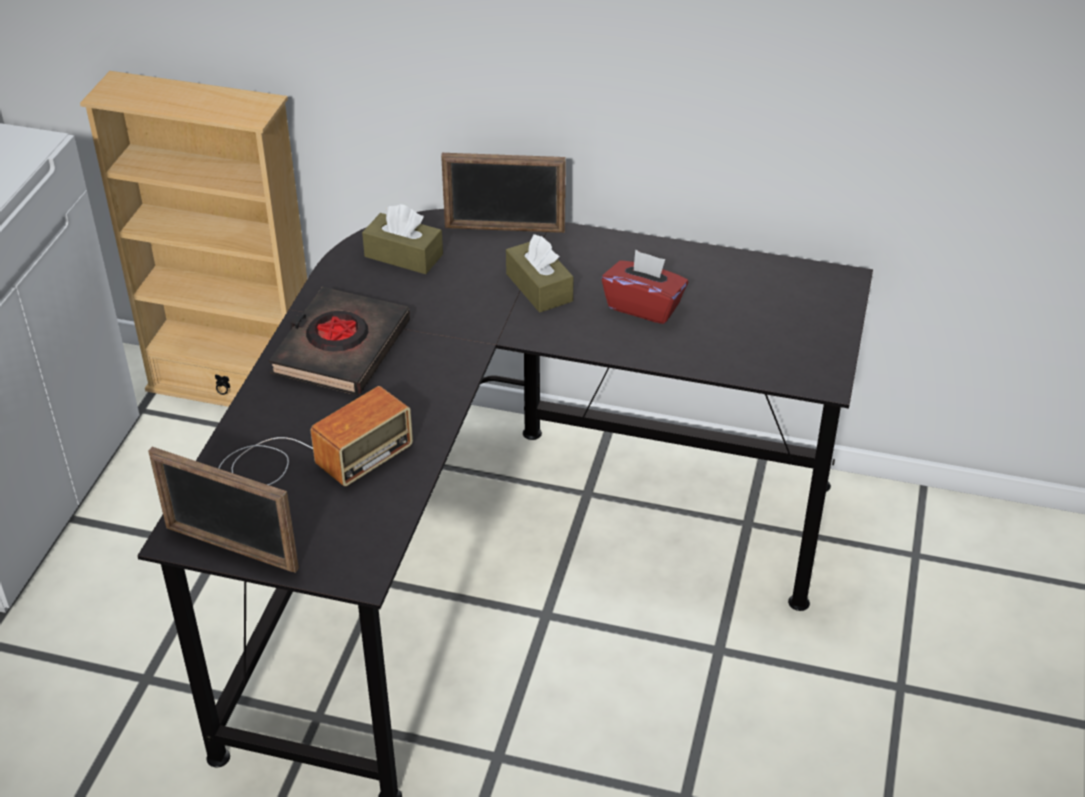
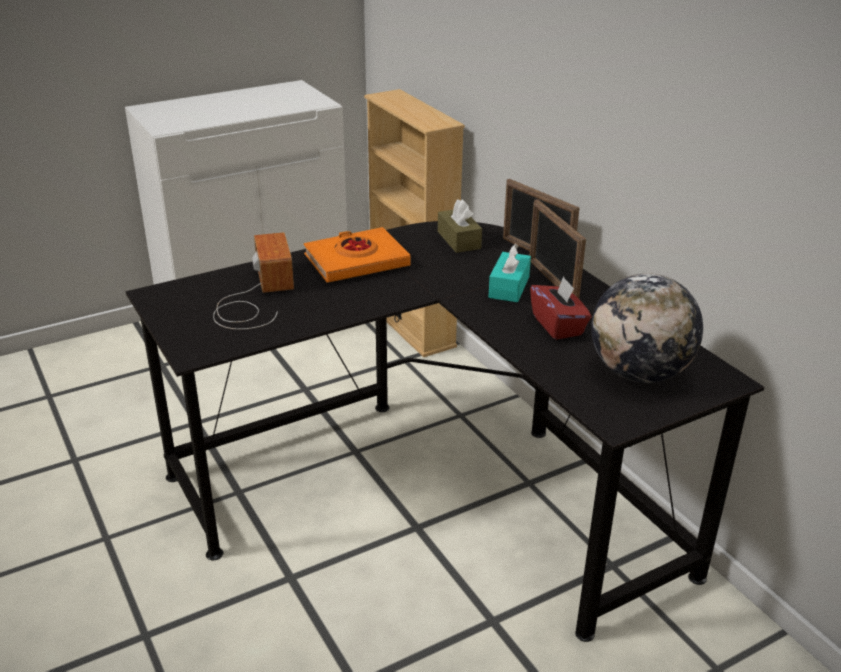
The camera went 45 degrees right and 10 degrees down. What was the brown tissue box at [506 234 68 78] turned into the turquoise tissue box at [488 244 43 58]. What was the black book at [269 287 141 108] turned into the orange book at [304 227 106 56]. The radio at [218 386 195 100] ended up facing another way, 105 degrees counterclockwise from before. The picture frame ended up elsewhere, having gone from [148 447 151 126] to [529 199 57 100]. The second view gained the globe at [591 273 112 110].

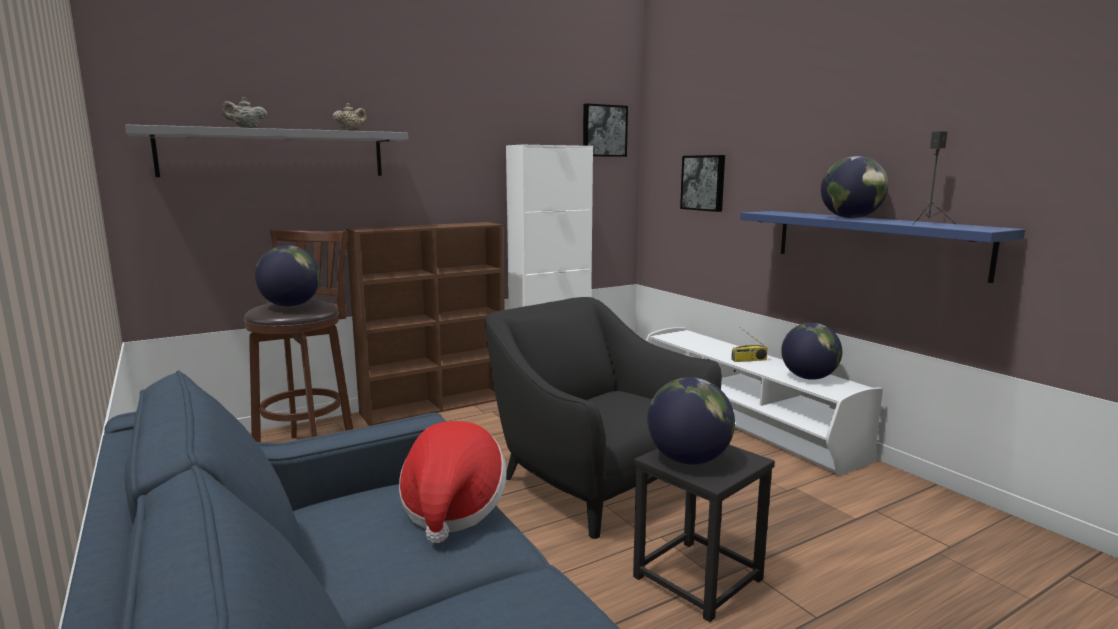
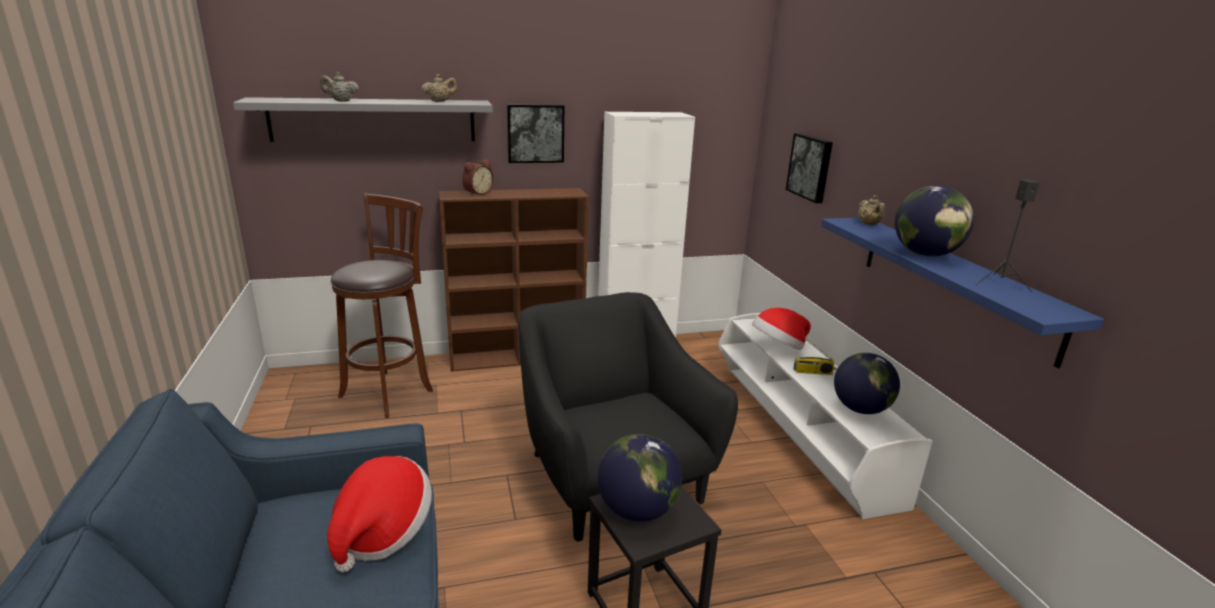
The camera went 15 degrees right and 10 degrees up. The picture ended up elsewhere, having gone from [583 103 45 54] to [507 104 57 59]. The second view lost the globe at [255 245 66 62]. The second view gained the alarm clock at [462 159 32 37]. The second view gained the beige teapot at [858 195 27 30]. The second view gained the hat at [752 308 59 42].

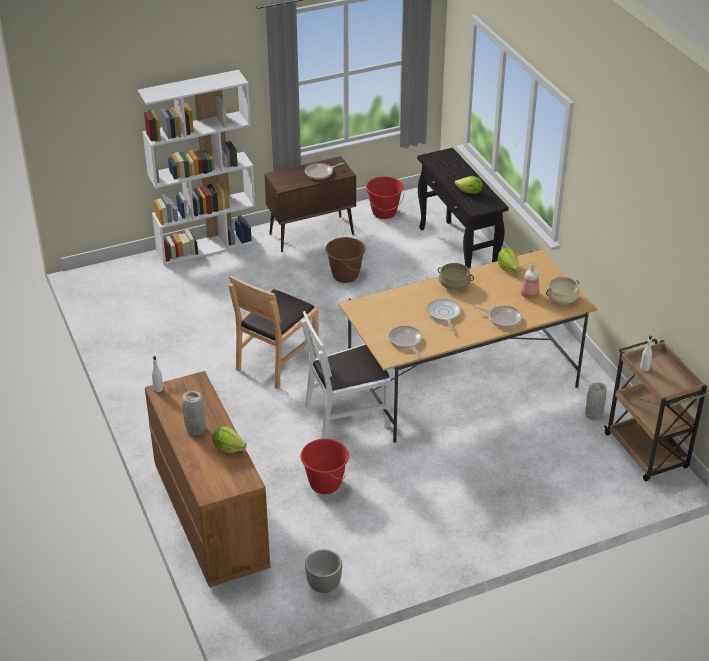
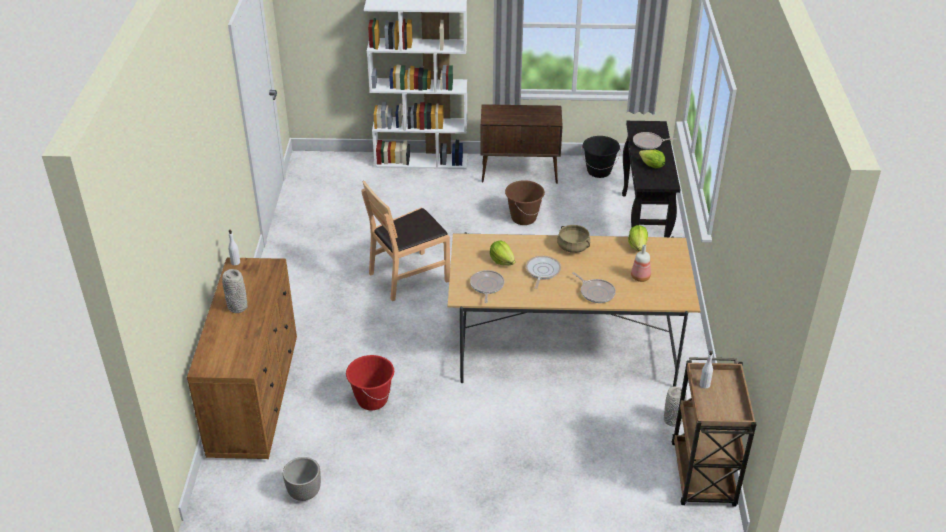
The camera went 25 degrees right and 0 degrees up. The frying pan ended up elsewhere, having gone from [305 162 40 18] to [633 132 44 18]. What was the red bucket at [366 176 38 43] turned into the black bucket at [582 136 39 42]. The second view lost the beige cooking pot at [546 277 34 27]. The second view lost the white chair at [301 311 90 128]. The lettuce ended up elsewhere, having gone from [213 426 34 27] to [490 240 26 26].

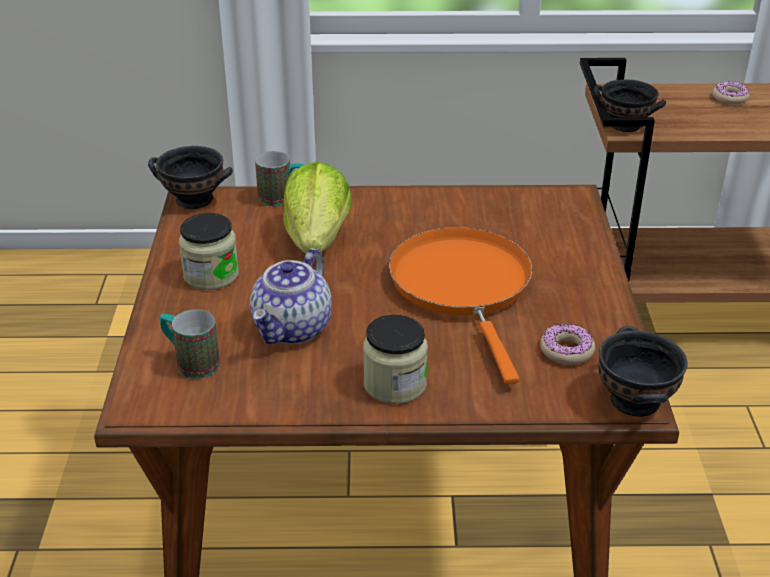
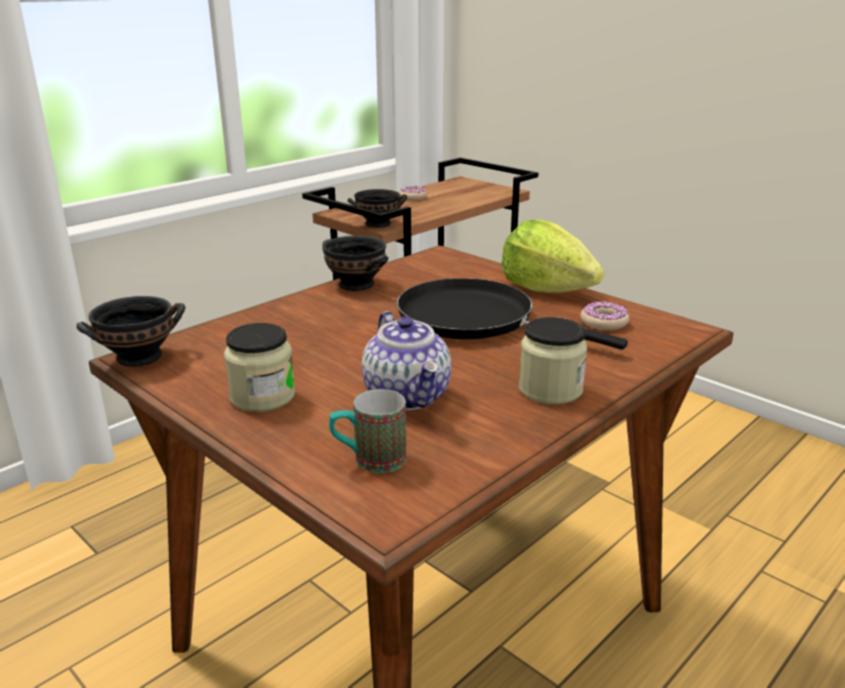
The camera went 45 degrees left and 10 degrees down. The second view lost the mug at [255 151 50 55]. The lettuce ended up elsewhere, having gone from [283 161 69 93] to [501 220 103 73]. What was the orange frying pan at [389 227 144 157] turned into the black frying pan at [397 278 231 72]. The black bowl ended up elsewhere, having gone from [598 326 90 91] to [322 236 66 55].

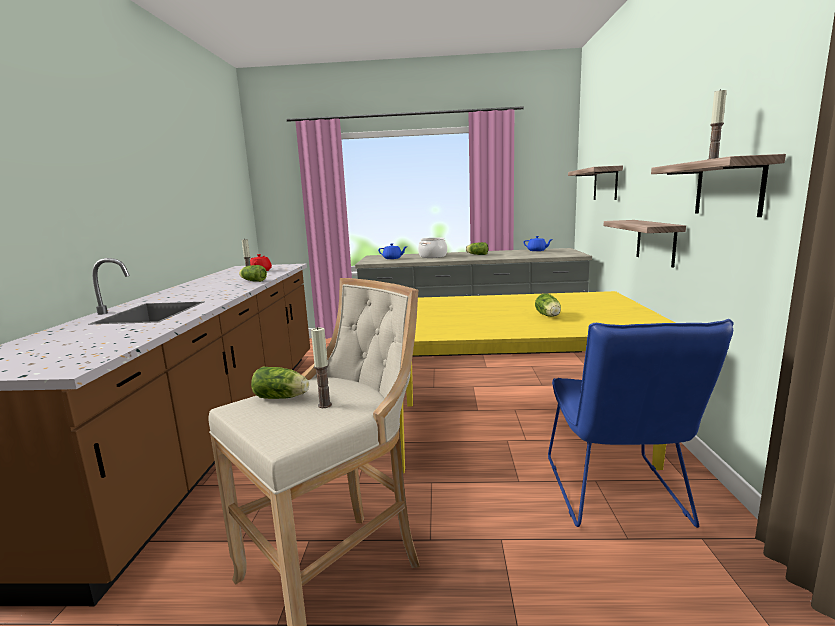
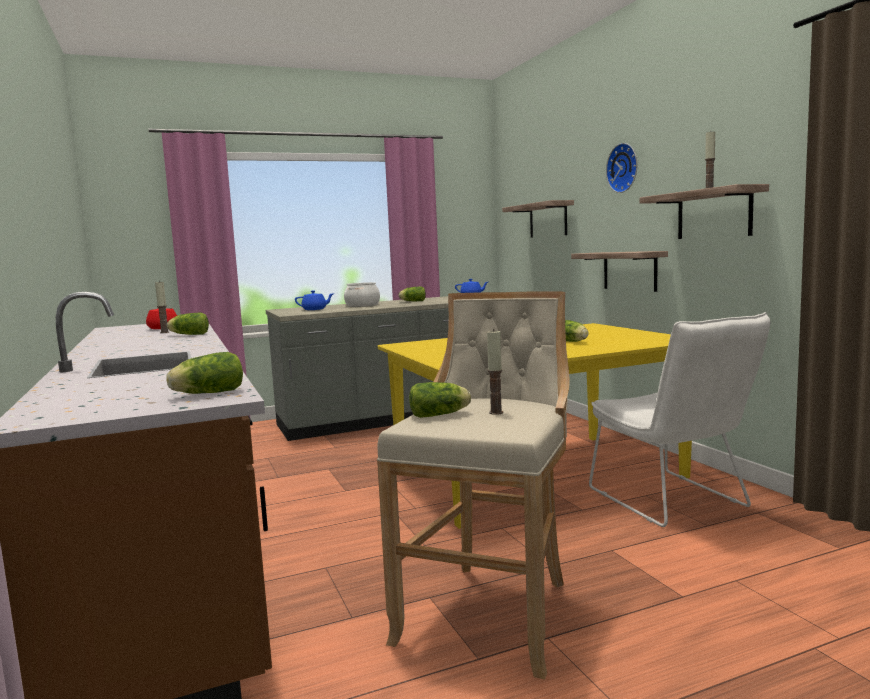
The camera went 25 degrees left and 5 degrees down. What was the blue chair at [548 319 186 209] turned into the white chair at [589 312 182 215]. The second view gained the wall clock at [606 143 31 50]. The second view gained the lettuce at [166 352 77 42].

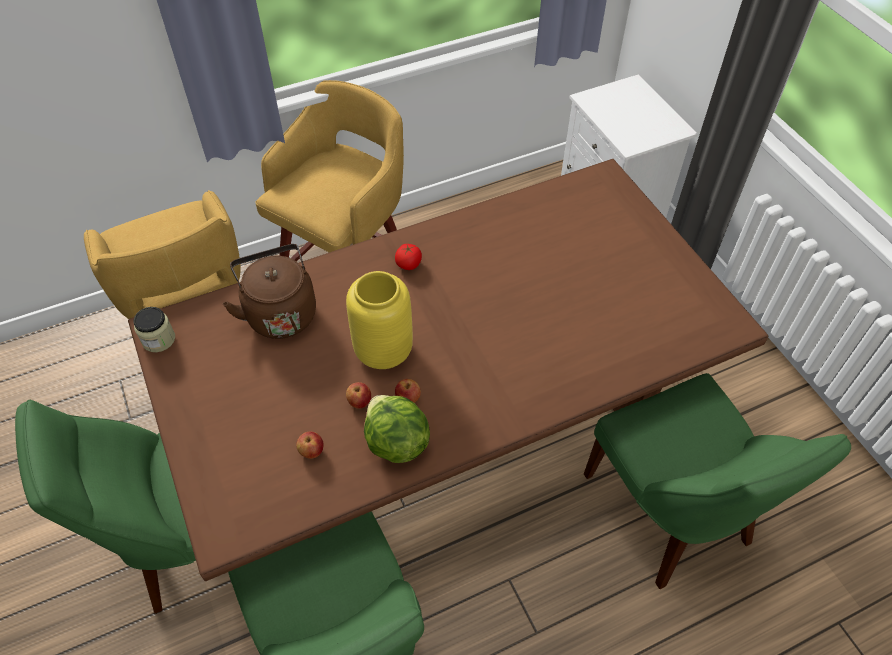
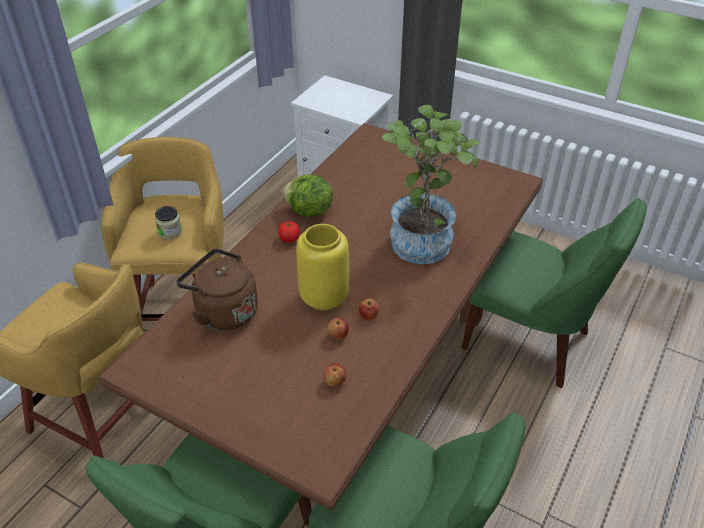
The camera went 35 degrees left and 10 degrees down. The jar ended up elsewhere, having gone from [133 307 42 45] to [155 206 27 34]. The lettuce ended up elsewhere, having gone from [364 395 66 68] to [282 174 51 43]. The second view gained the potted plant at [382 105 99 159].

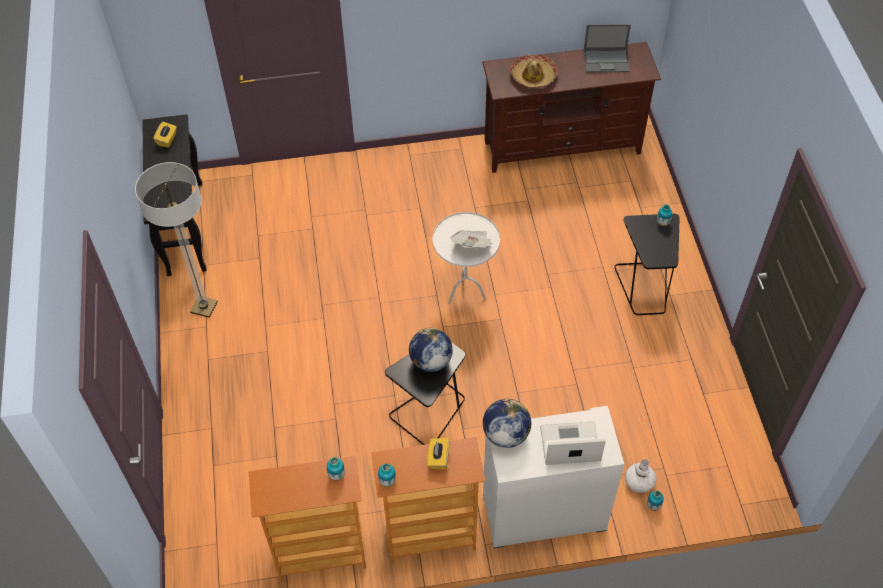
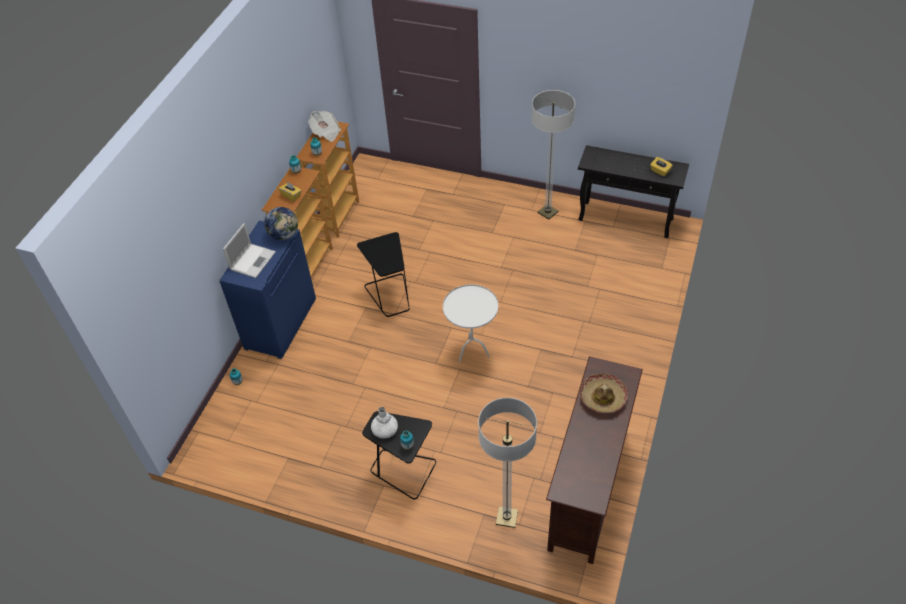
The camera went 120 degrees right and 5 degrees down. The second view lost the laptop at [584 24 47 48]. The newspaper ended up elsewhere, having gone from [450 230 42 18] to [308 111 33 31]. The second view lost the globe at [409 328 44 44]. What was the white cabinet at [483 406 141 142] turned into the blue cabinet at [219 221 97 138]. The white vase ended up elsewhere, having gone from [625 459 31 34] to [371 407 27 32]. The second view gained the floor lamp at [478 397 59 131].

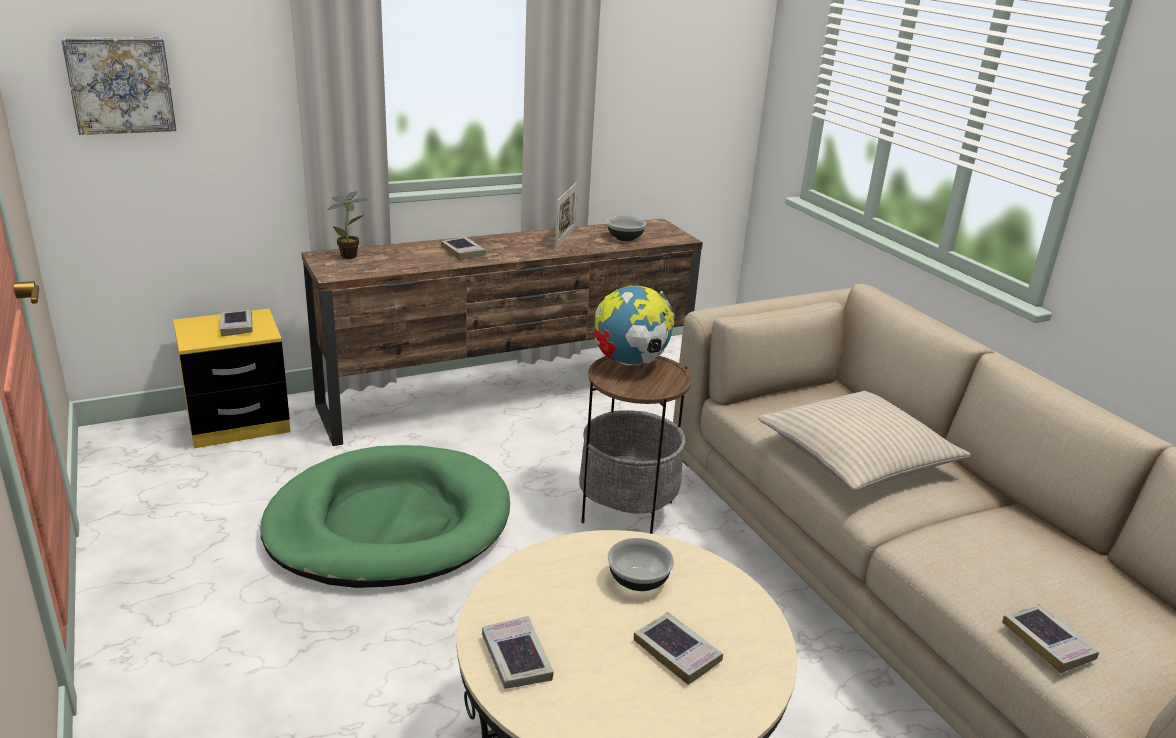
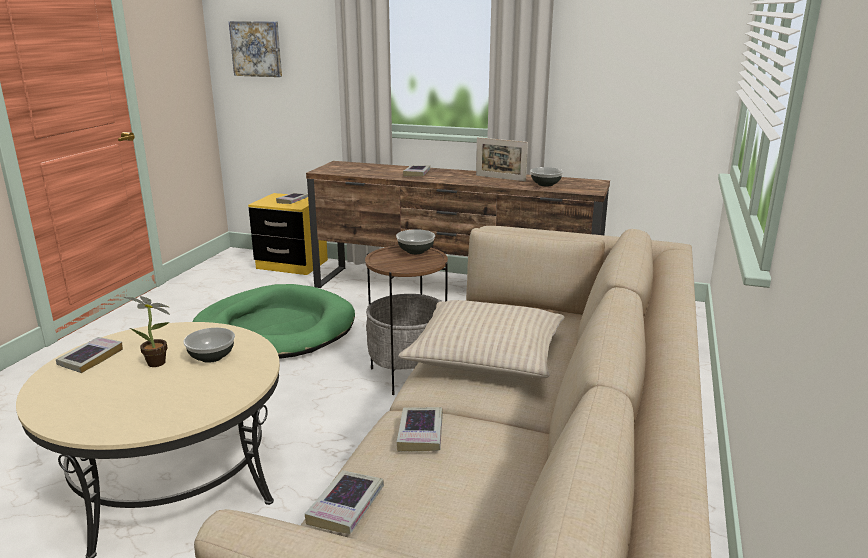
The camera went 45 degrees right and 5 degrees down. The picture frame at [555 183 22 66] ended up facing another way, 60 degrees clockwise from before. The potted plant ended up elsewhere, having gone from [327 191 41 68] to [123 296 47 71]. Where the globe stood at [594 285 82 80], the bowl came to stand at [396 229 39 25]. The book ended up elsewhere, having gone from [634 612 89 73] to [397 407 46 45].

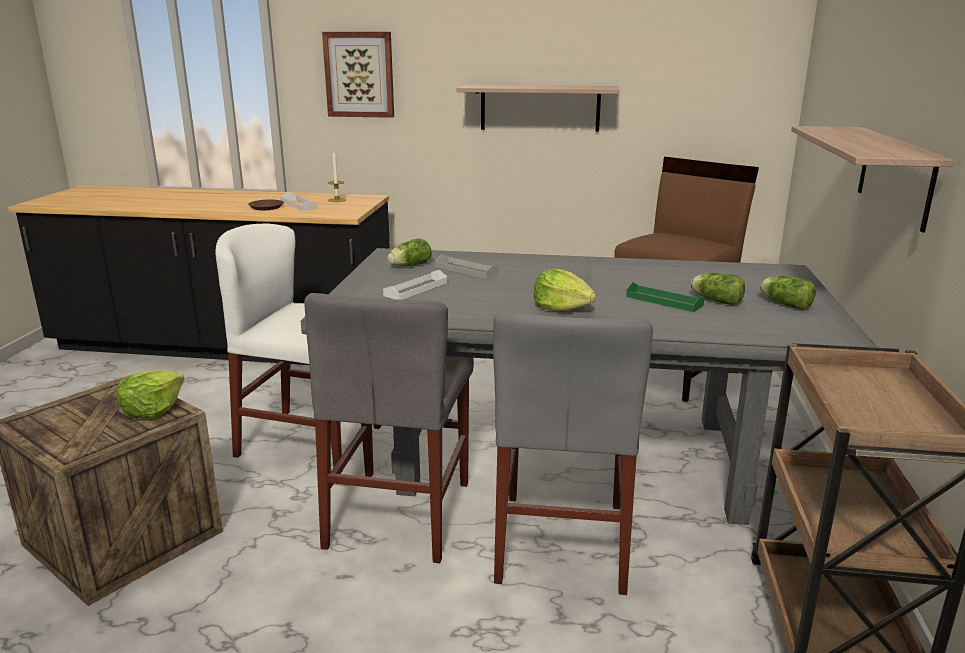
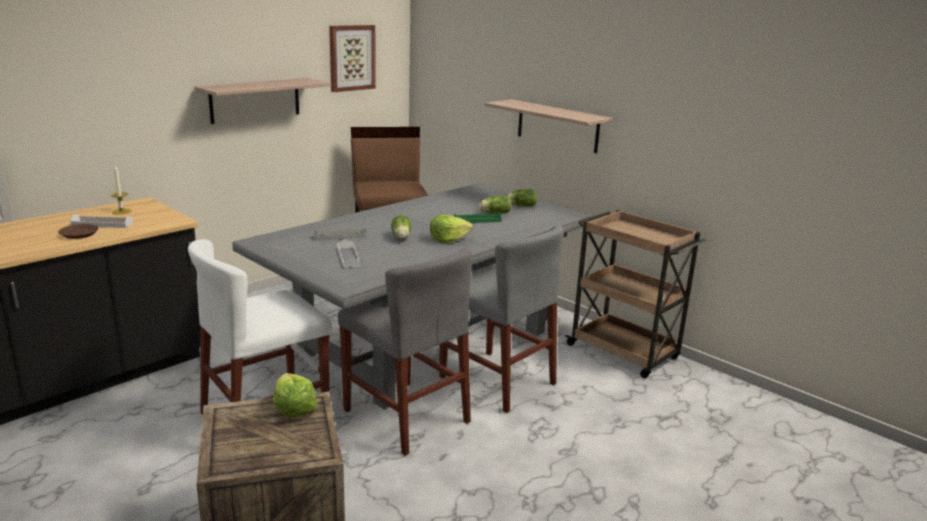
The camera went 55 degrees left and 0 degrees up. The picture ended up elsewhere, having gone from [322 32 72 86] to [329 25 47 67]. The lettuce ended up elsewhere, having gone from [387 239 44 27] to [391 215 20 24].

